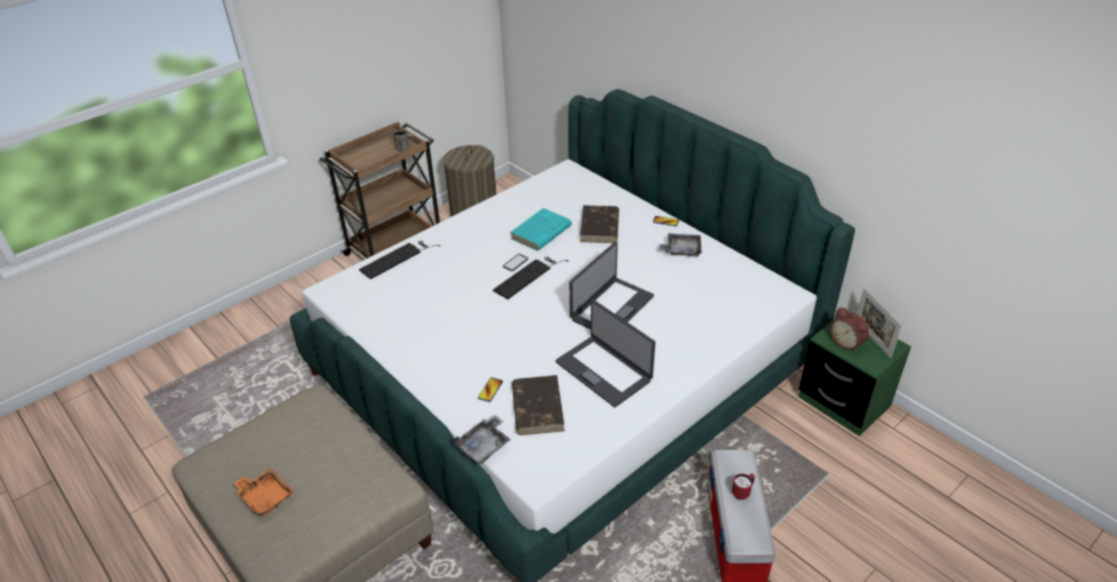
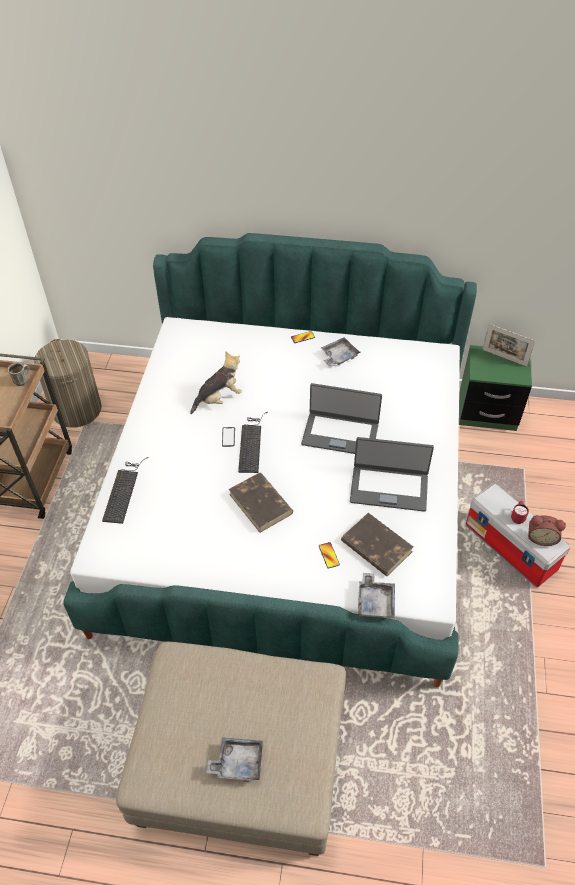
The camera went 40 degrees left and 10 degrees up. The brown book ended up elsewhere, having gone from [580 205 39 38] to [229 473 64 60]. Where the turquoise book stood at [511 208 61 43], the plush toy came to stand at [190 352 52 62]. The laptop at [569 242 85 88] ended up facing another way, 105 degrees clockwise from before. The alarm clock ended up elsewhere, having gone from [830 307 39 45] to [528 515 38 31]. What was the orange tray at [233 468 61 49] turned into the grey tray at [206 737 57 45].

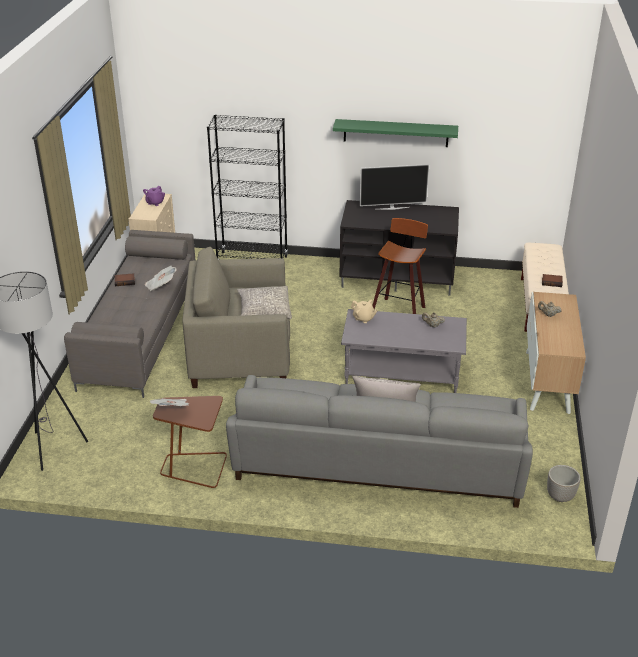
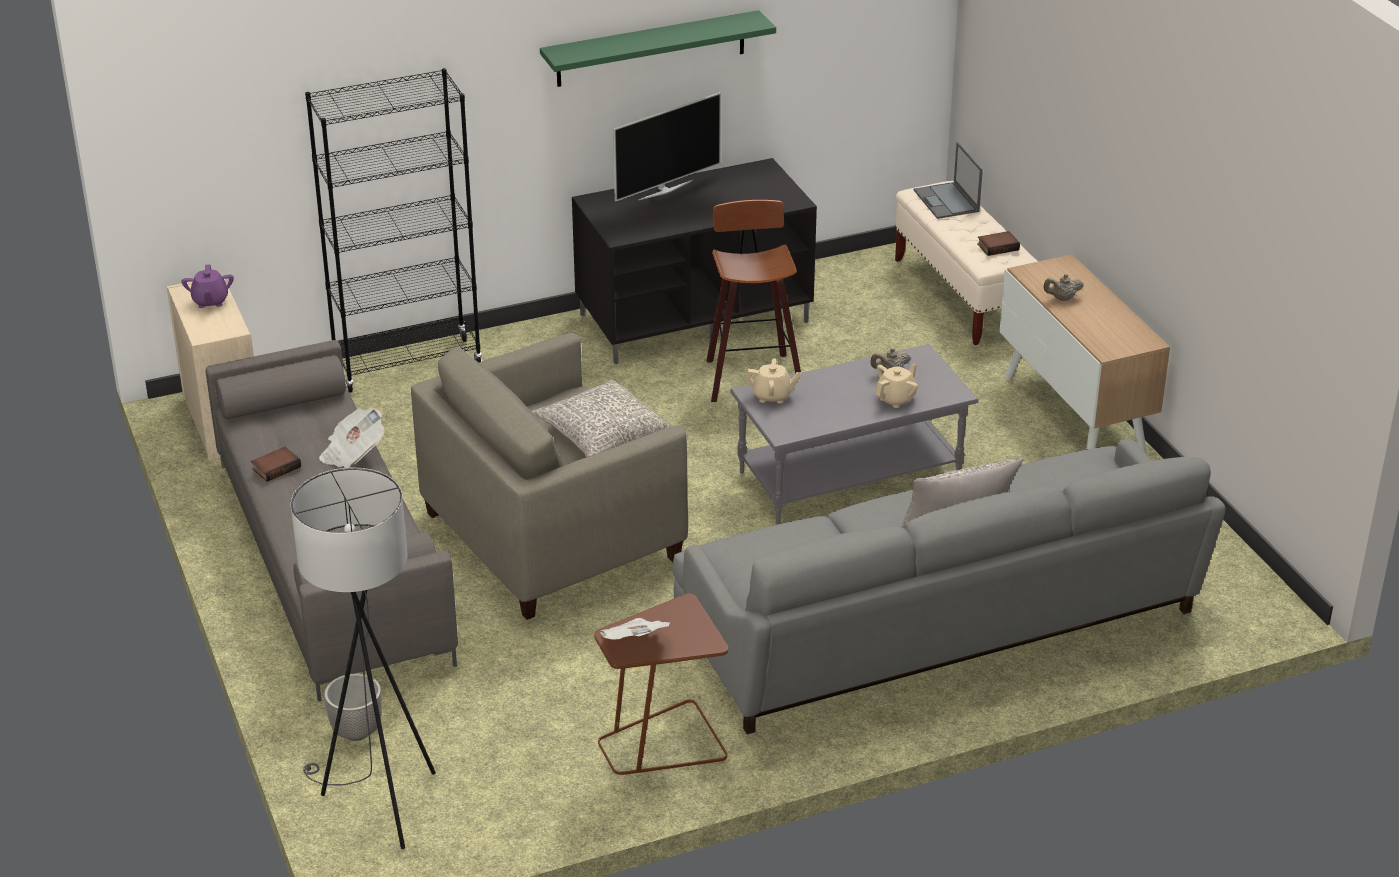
The camera went 30 degrees left and 0 degrees up. The planter ended up elsewhere, having gone from [547 465 34 37] to [324 674 58 67]. The second view gained the laptop at [914 142 69 77]. The second view gained the beige teapot at [876 364 42 44].

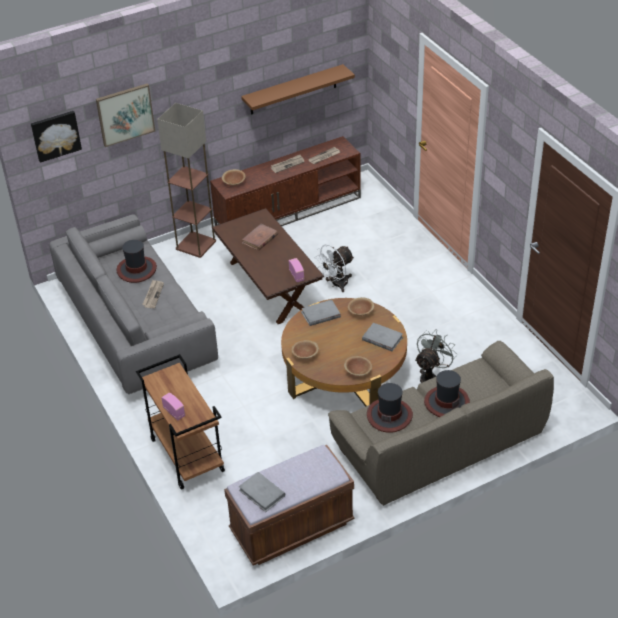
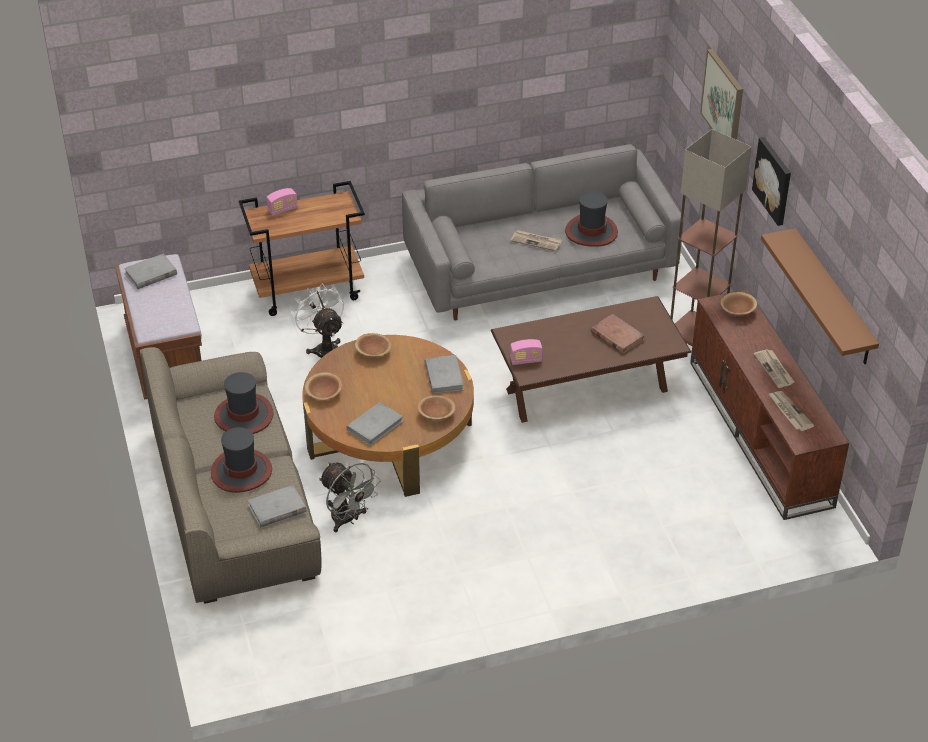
The camera went 100 degrees right and 0 degrees up. The picture ended up elsewhere, having gone from [31 111 51 52] to [752 137 39 89]. The white fan ended up elsewhere, having gone from [314 244 40 48] to [291 283 53 75]. The second view gained the grey book at [247 485 59 42].

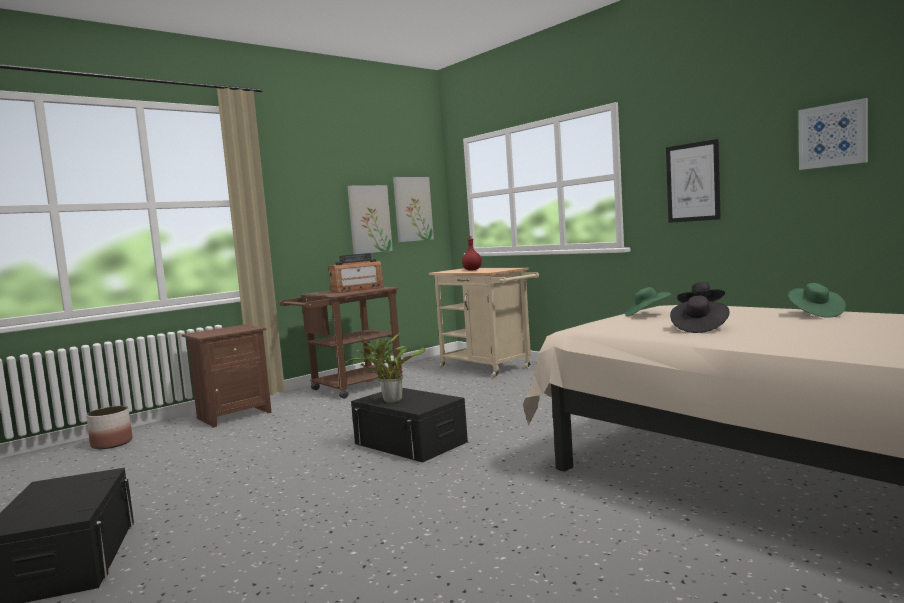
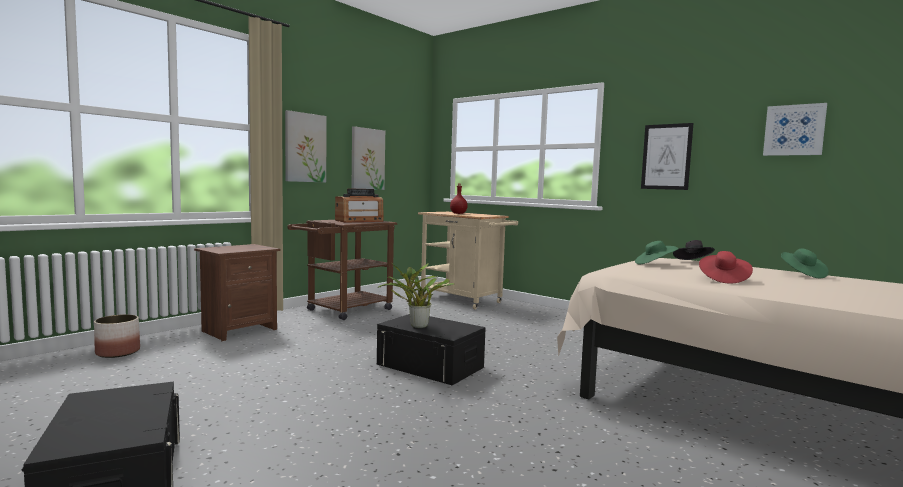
The camera went 10 degrees left and 0 degrees up. The picture ended up elsewhere, having gone from [393 177 41 65] to [285 110 42 73]. What was the black hat at [670 296 59 37] turned into the red hat at [699 251 54 32].

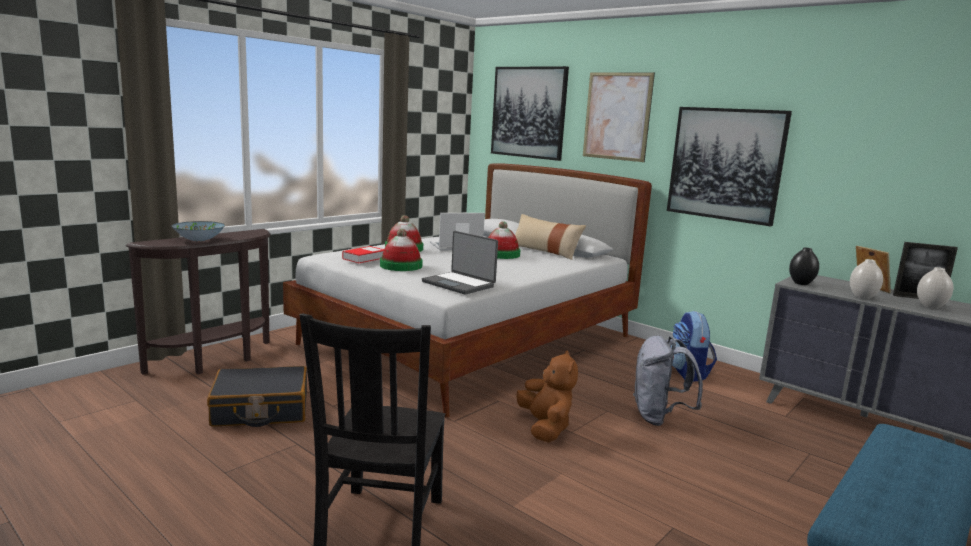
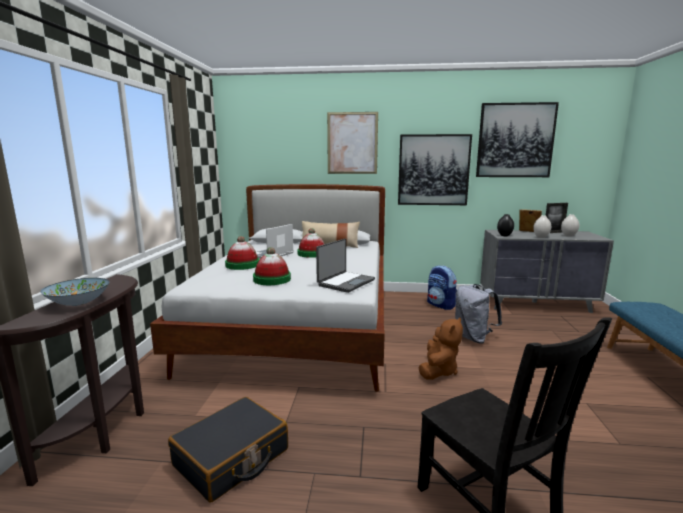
The camera went 35 degrees left and 0 degrees up. The picture ended up elsewhere, having gone from [491 66 78 95] to [476 102 83 75]. The laptop at [422 231 76 63] ended up facing another way, 60 degrees counterclockwise from before. The second view lost the book at [342 246 42 17]. The brown plush toy at [516 350 62 93] ended up facing another way, 75 degrees clockwise from before.

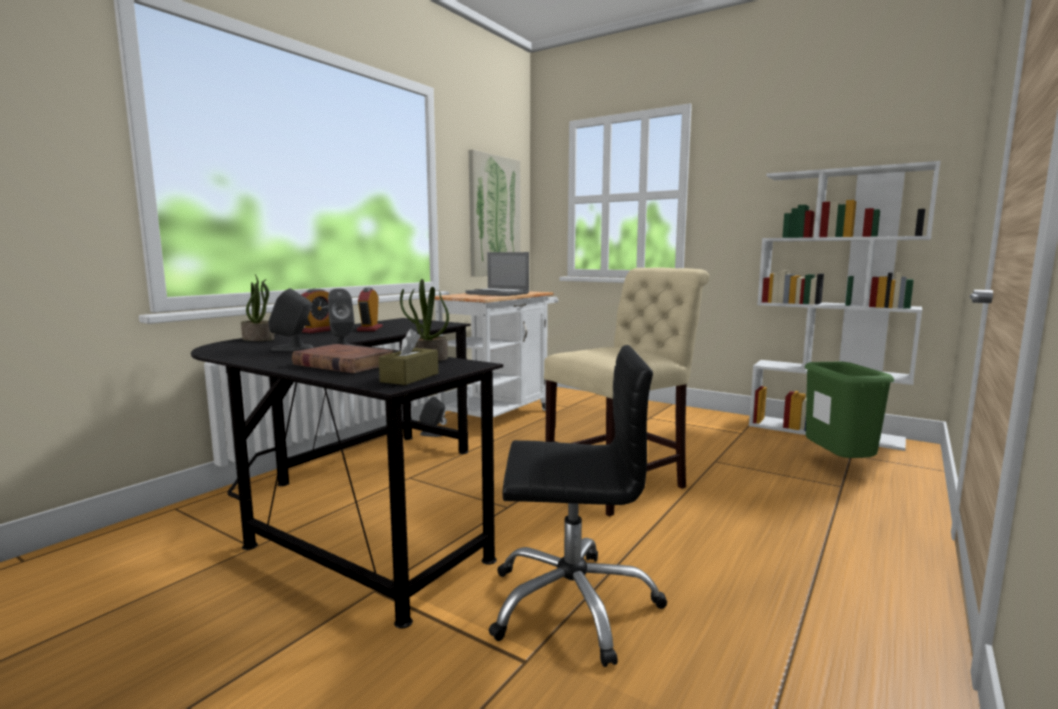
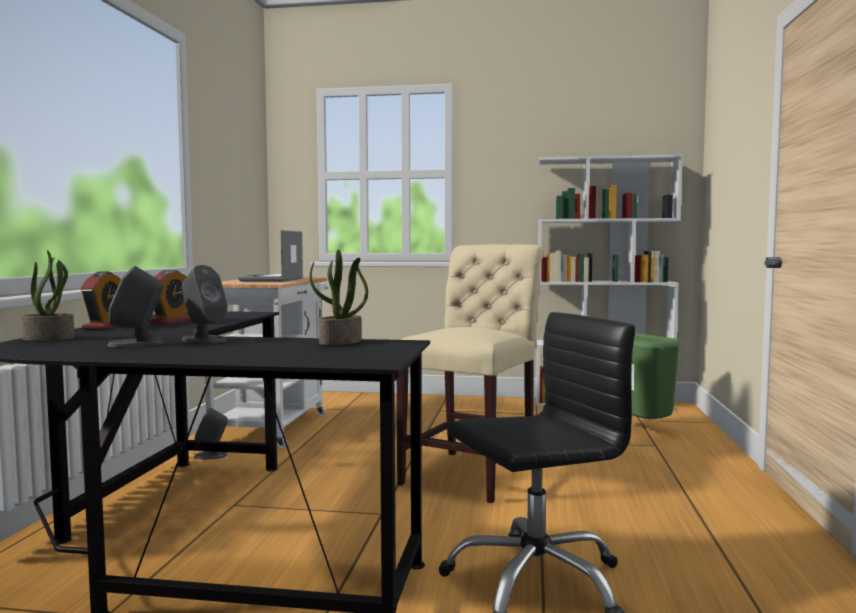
The camera went 25 degrees left and 5 degrees down. The second view lost the picture at [469 149 52 128]. The laptop at [466 252 63 44] ended up facing another way, 90 degrees clockwise from before. The alarm clock at [357 288 25 43] ended up facing another way, 135 degrees counterclockwise from before. The second view lost the brown tissue box at [379 329 59 56]. The second view lost the brown book at [292 344 104 29].

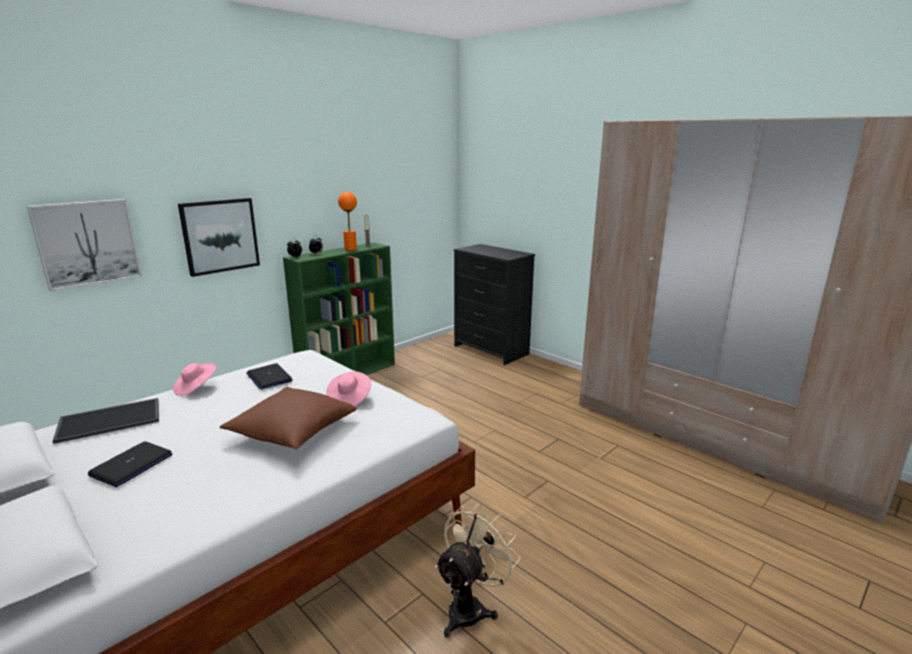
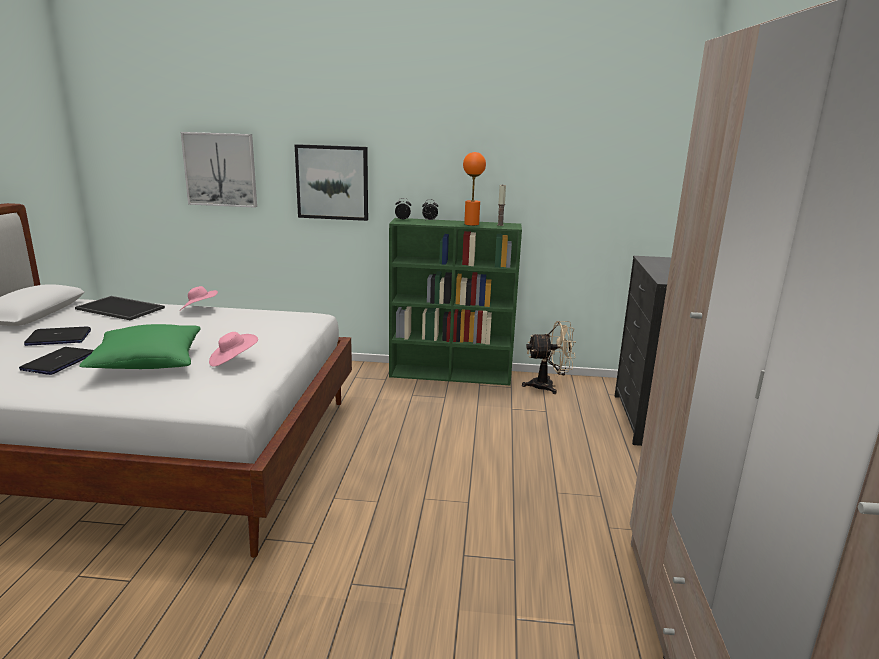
The camera went 50 degrees right and 0 degrees up. The laptop ended up elsewhere, having gone from [246 363 47 26] to [19 347 75 28]. What was the brown pillow at [220 387 137 62] turned into the green pillow at [79 324 122 45]. The beige fan ended up elsewhere, having gone from [435 504 86 133] to [522 321 54 73].

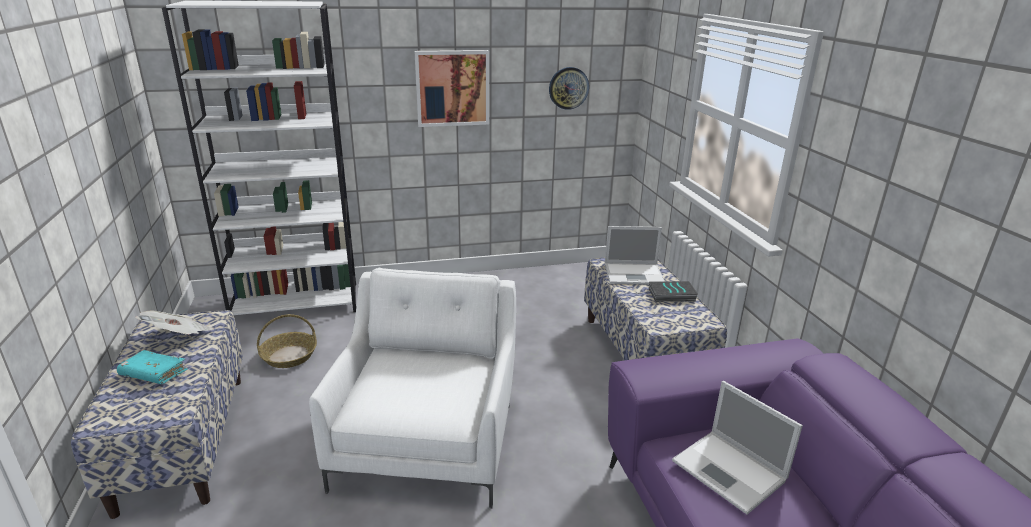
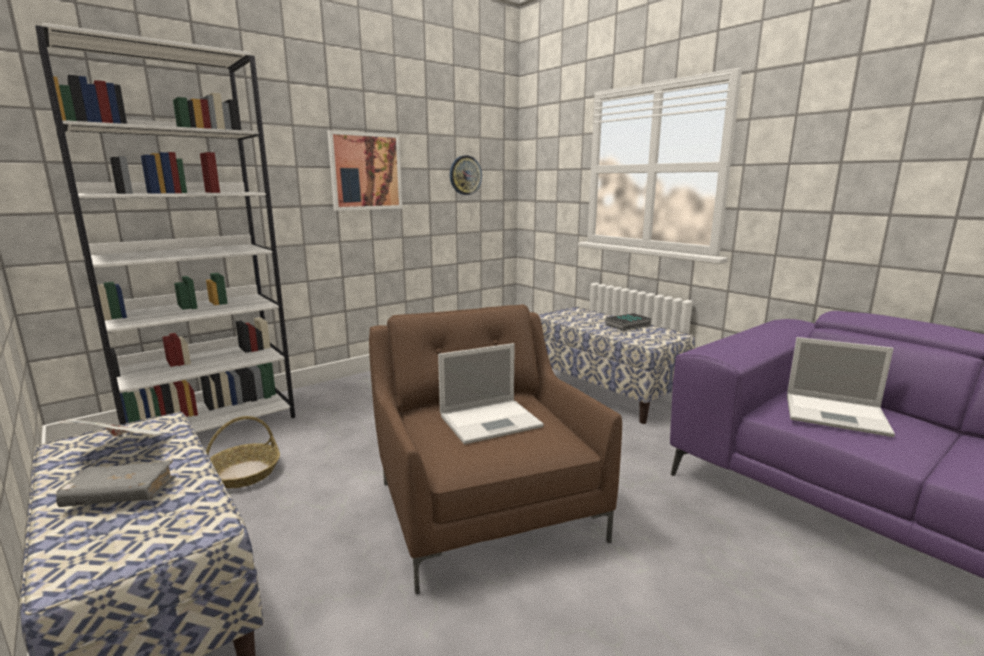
The camera went 25 degrees left and 10 degrees down. The laptop ended up elsewhere, having gone from [605 226 59 59] to [438 343 106 101]. What was the white armchair at [309 268 207 240] turned into the brown armchair at [369 304 253 290]. What was the turquoise book at [117 350 70 34] turned into the grey book at [56 460 120 47].

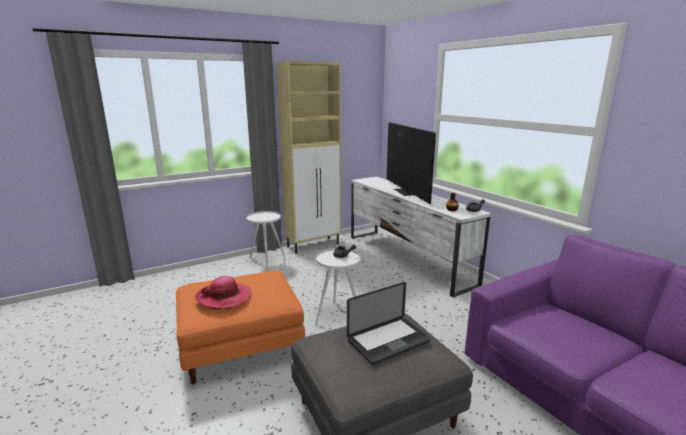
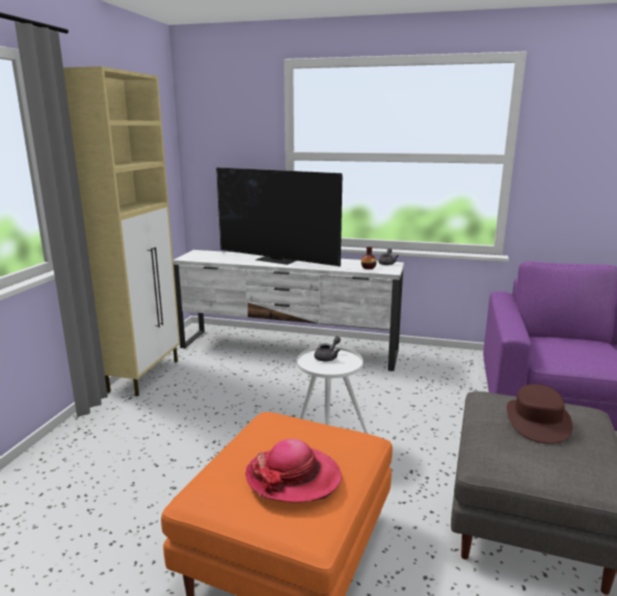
The camera went 45 degrees left and 0 degrees up. The second view lost the white side table at [246 211 39 60]. Where the laptop stood at [347 282 84 83], the brown hat came to stand at [507 384 66 60].

